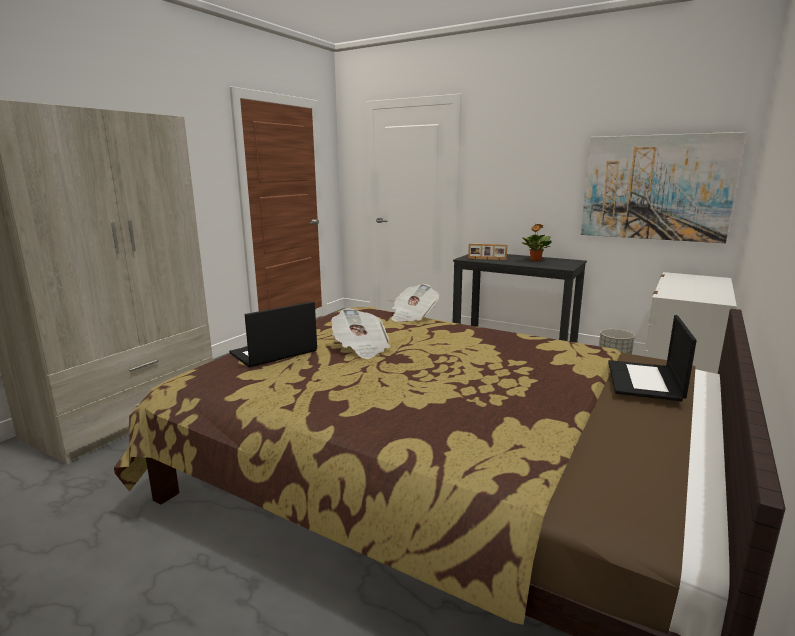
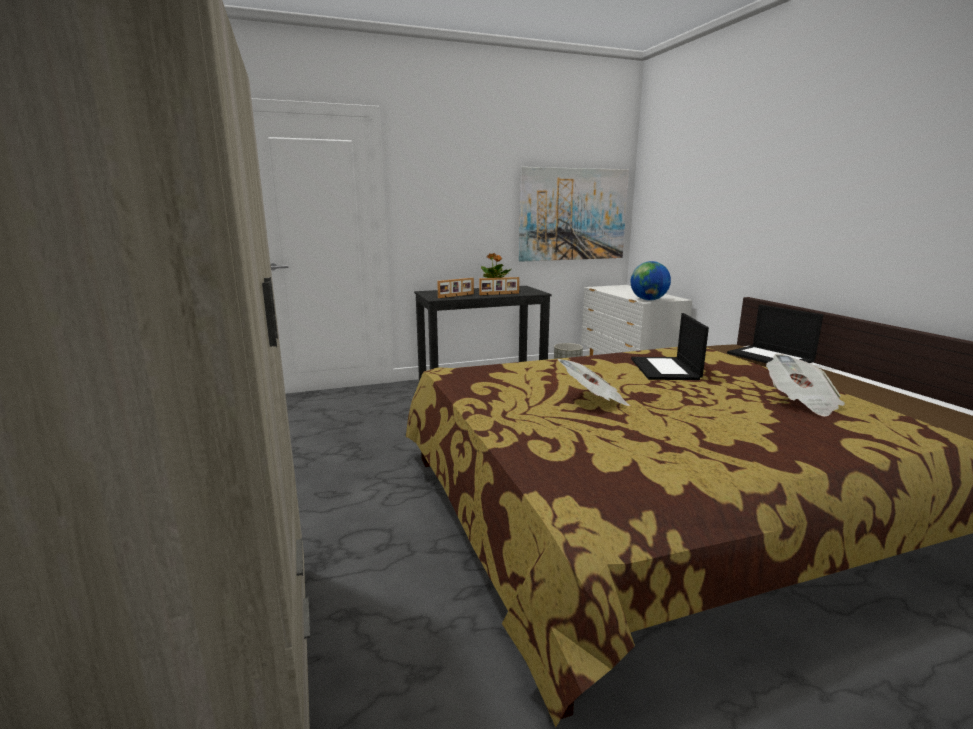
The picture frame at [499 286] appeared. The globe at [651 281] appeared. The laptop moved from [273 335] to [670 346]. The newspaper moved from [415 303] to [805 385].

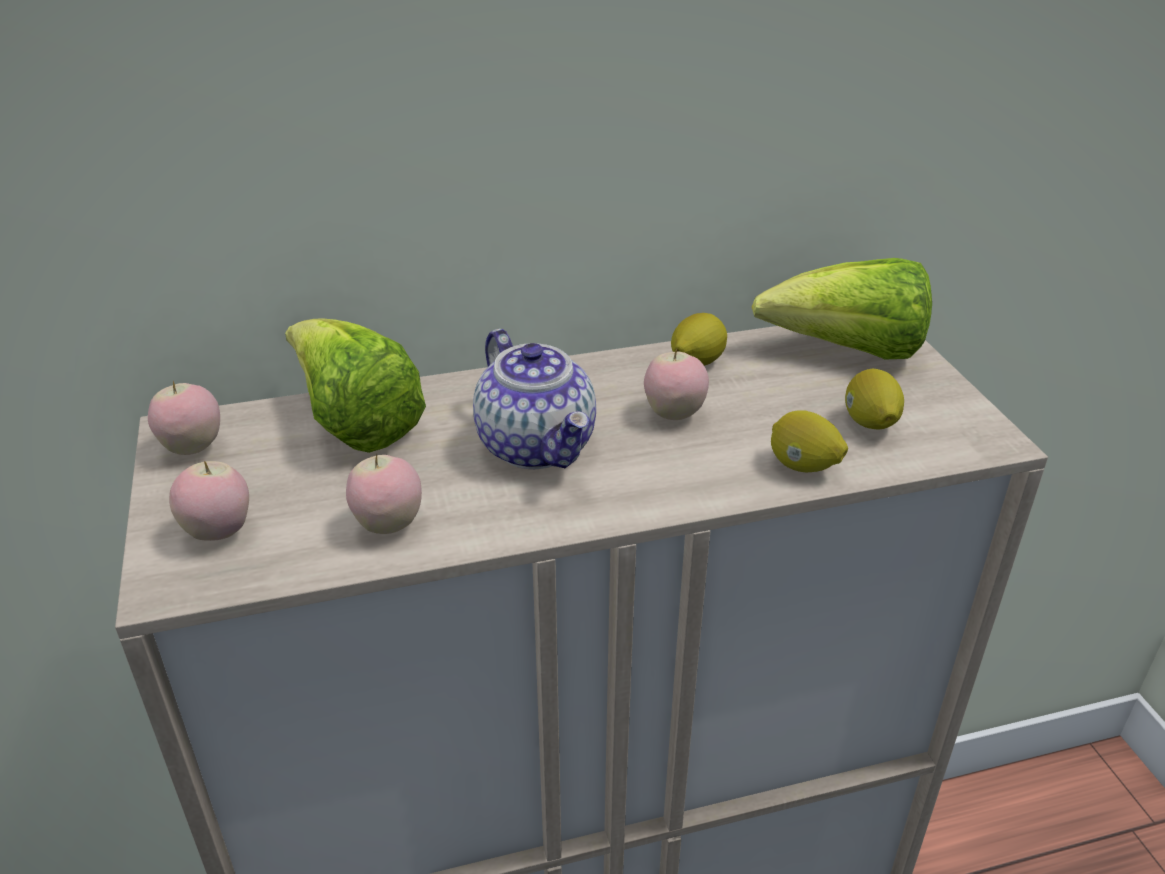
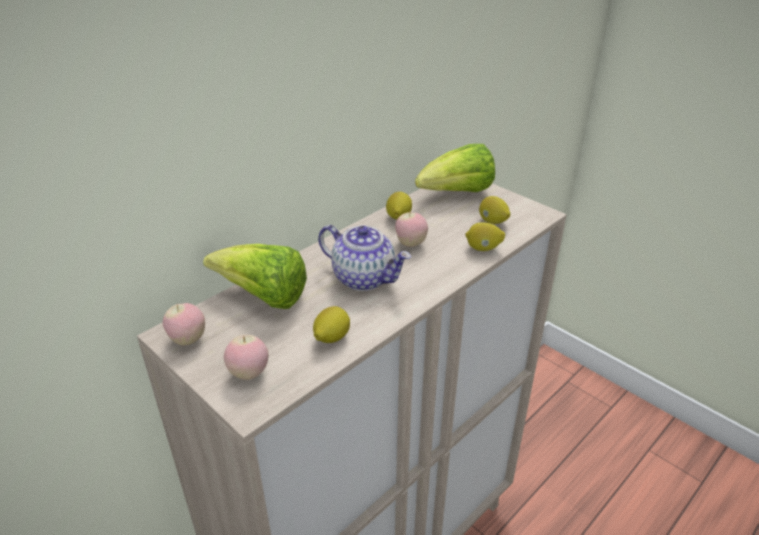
The apple at [384 494] was replaced by the lemon at [331 324].

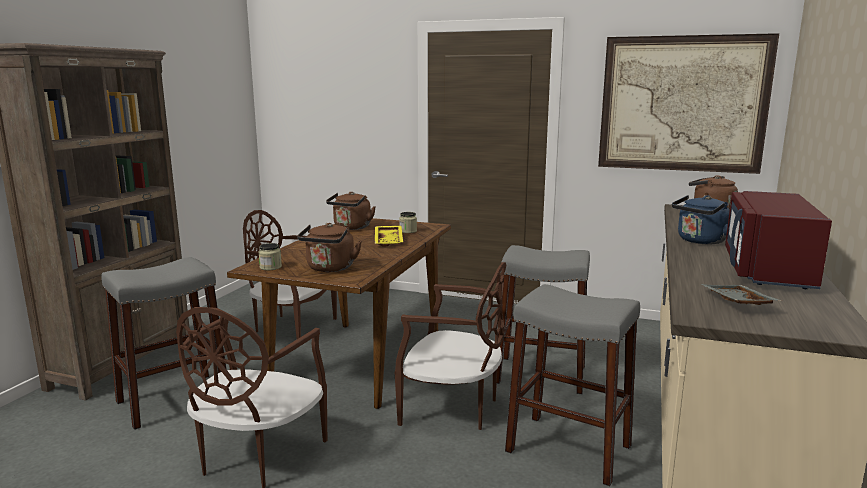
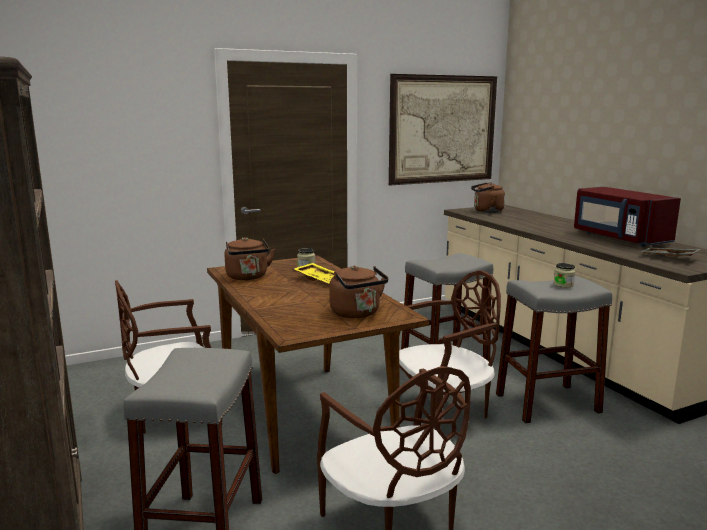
The kettle in blue at [701 219] disappeared. The jar moved from [270 256] to [564 275].

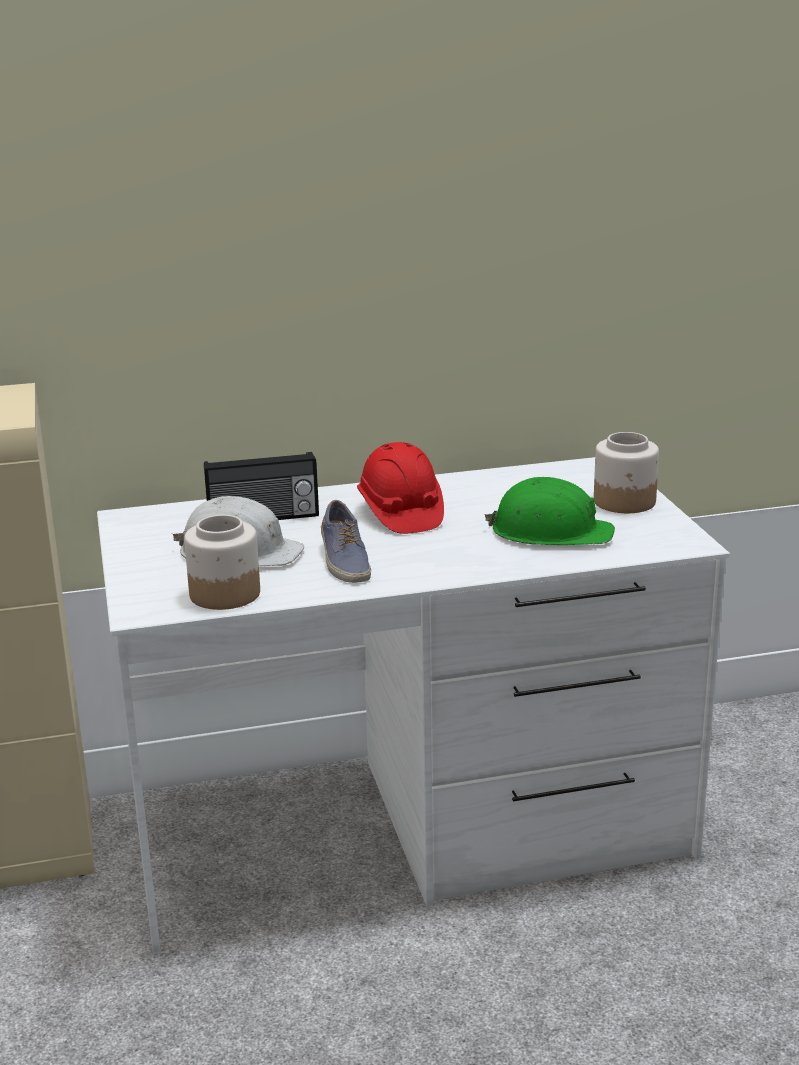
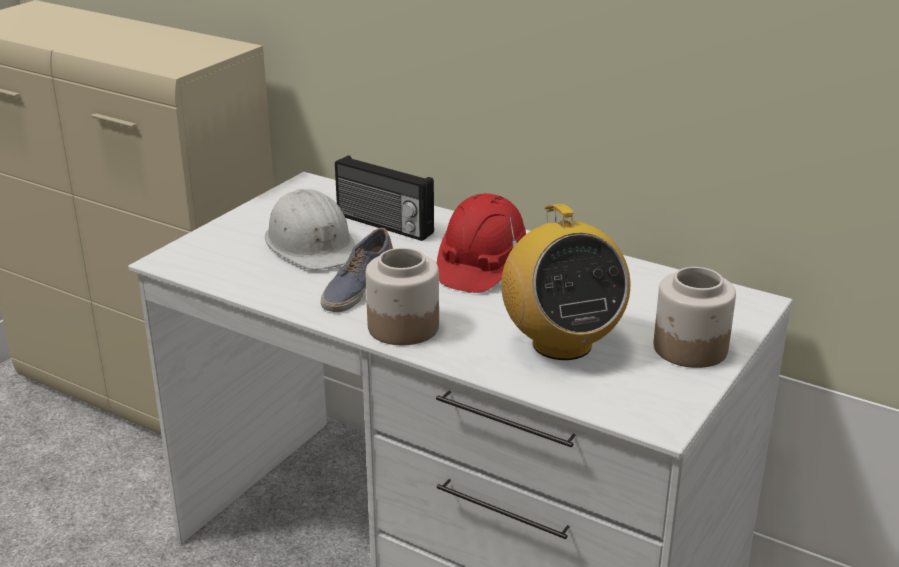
The jar moved from [222 562] to [402 296]. The hard hat in green at [549 511] was replaced by the radio at [565 282].

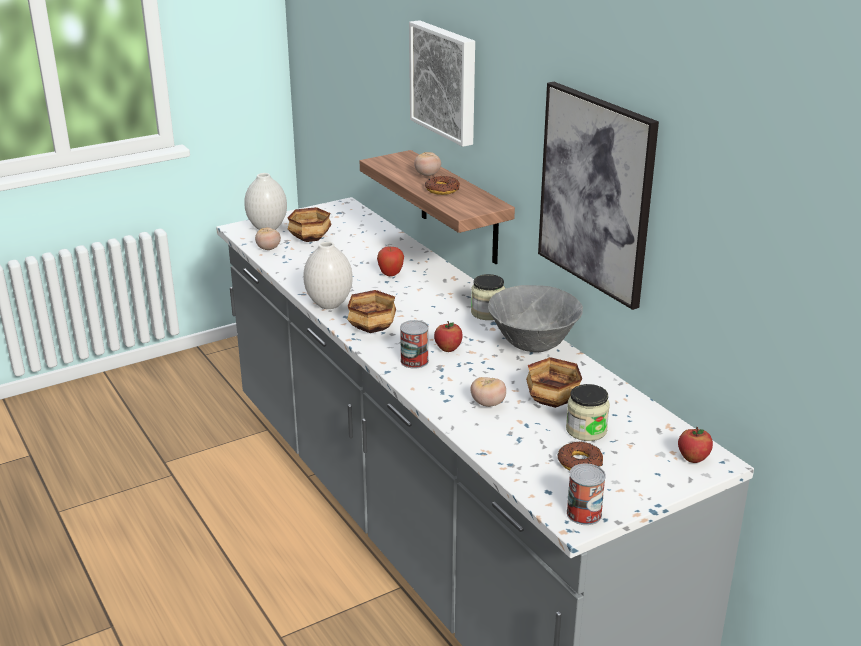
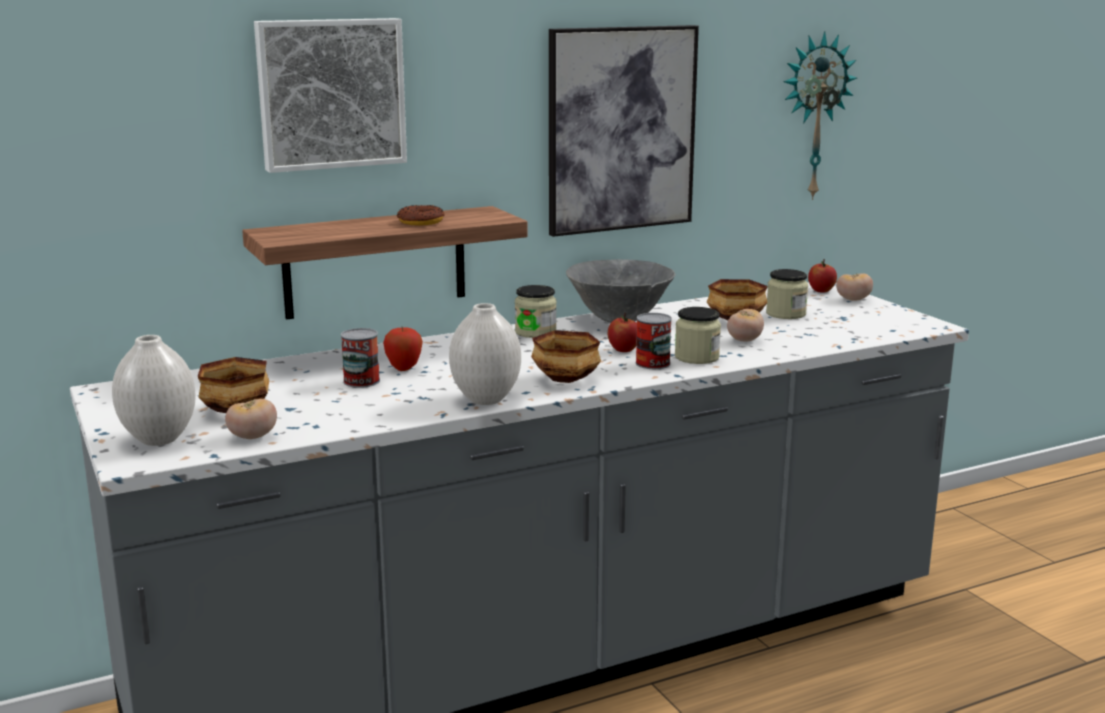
The donut at [580 455] disappeared. The jar at [698 335] appeared. The wall clock at [820 115] appeared. The tomato moved from [427 164] to [854 287]. The can moved from [586 494] to [360 358].

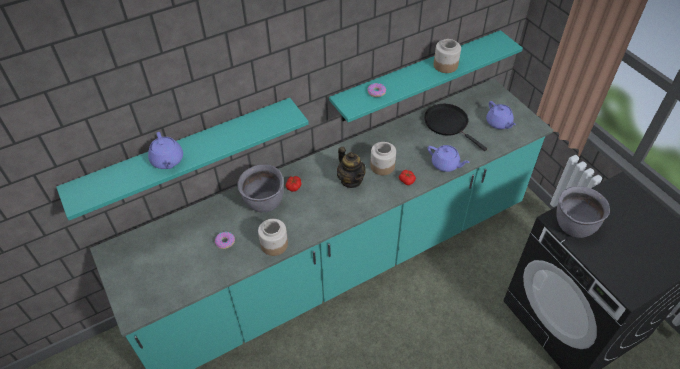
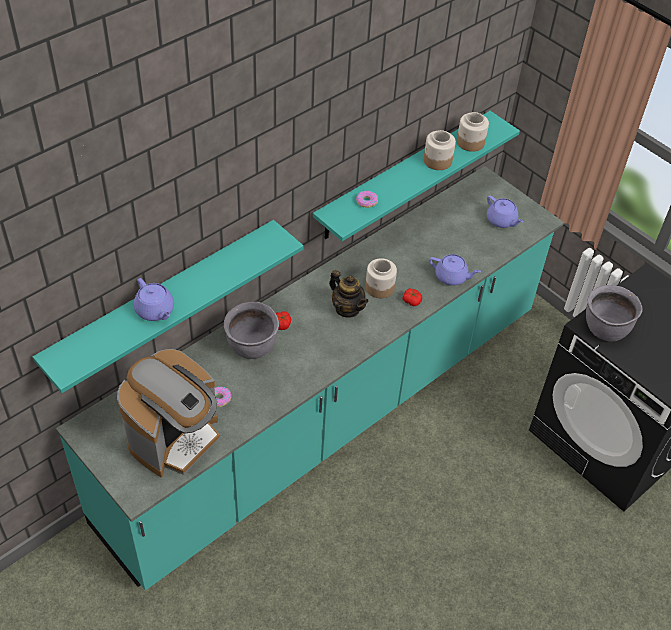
The frying pan in black at [455 127] disappeared. The coffee machine at [168 413] appeared. The jar moved from [273 237] to [473 132].

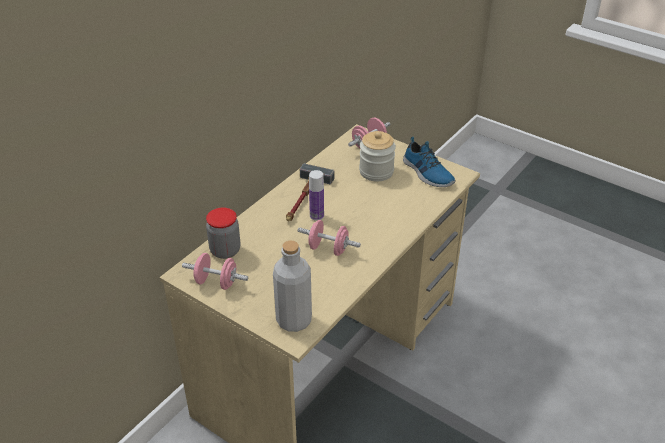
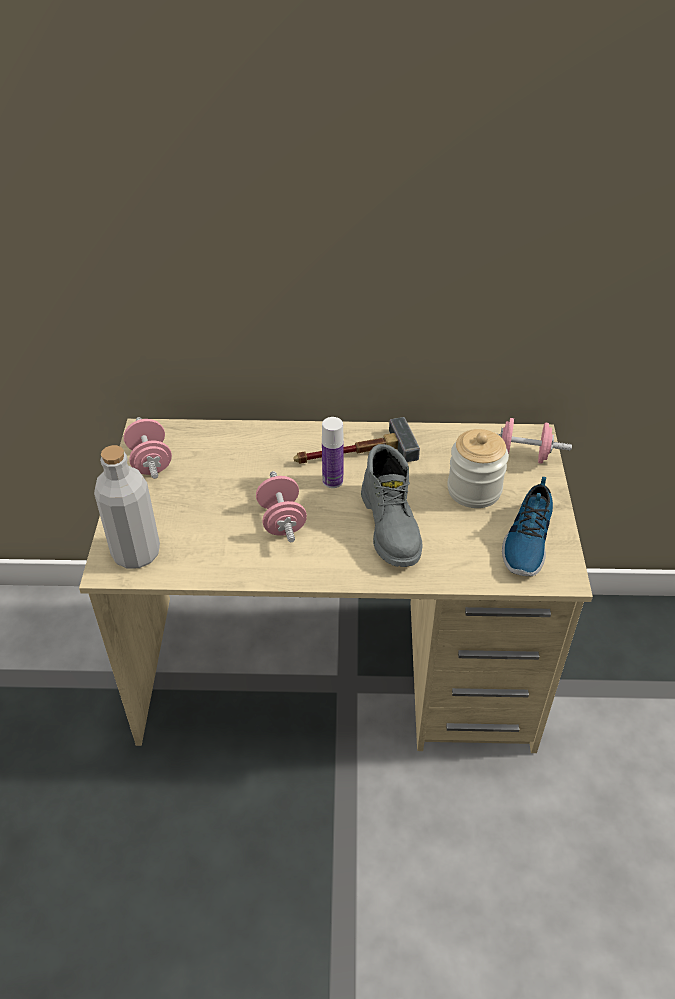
The jar at [223 233] disappeared. The boot in grey at [392 505] appeared.

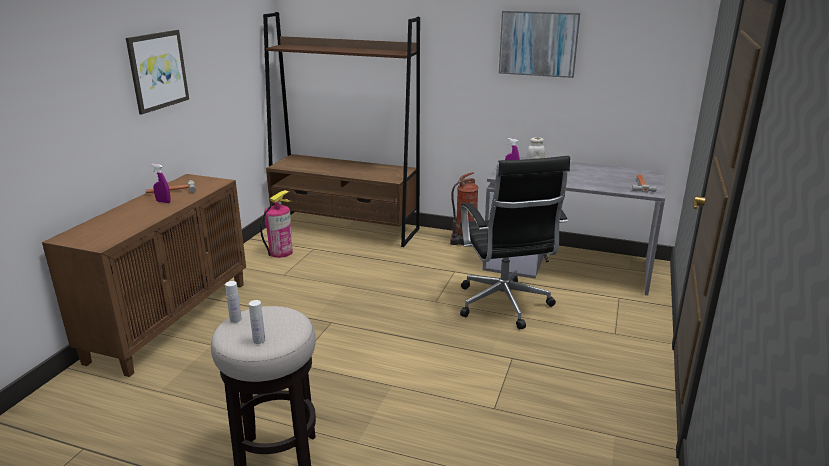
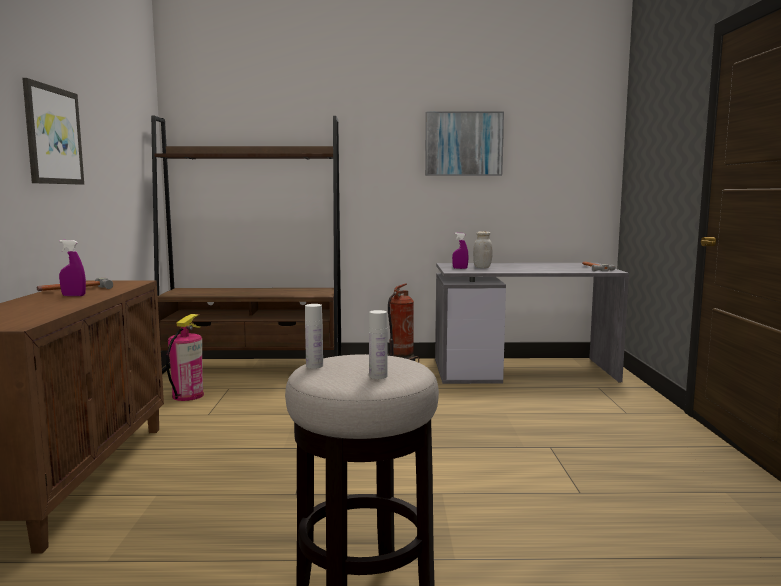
The office chair in black at [515 243] disappeared.

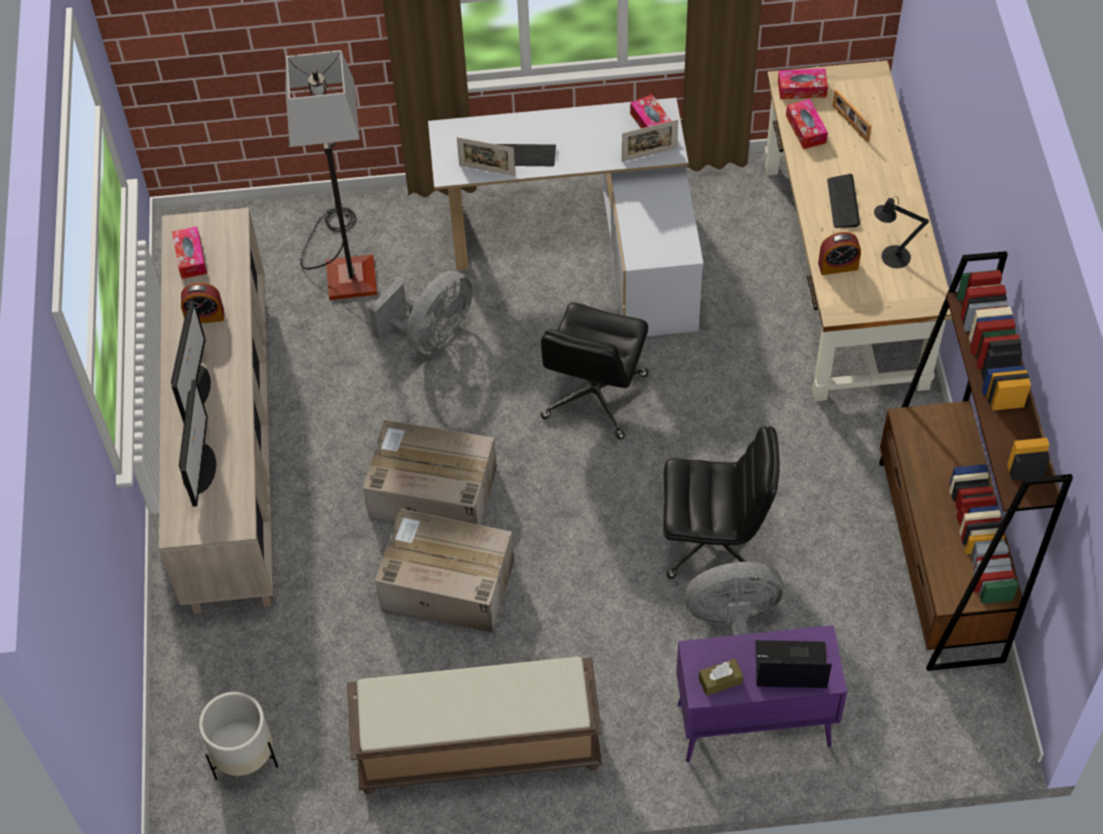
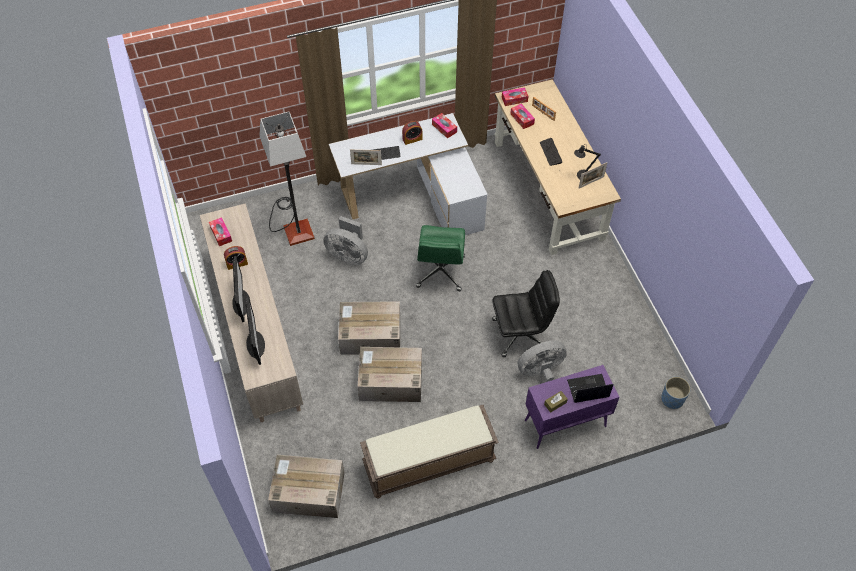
The bookcase in brown at [976 461] disappeared. The planter in blue at [676 393] appeared. The picture frame moved from [650 141] to [593 175]. The alarm clock moved from [839 253] to [412 133]. The planter in white at [238 736] was replaced by the cardboard box at [306 486]. The office chair in black at [594 371] became the office chair in green at [440 258]. The fan in grey at [420 313] turned 90 degrees clockwise.

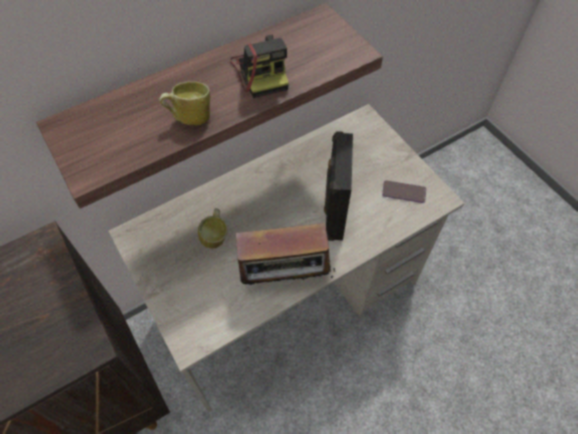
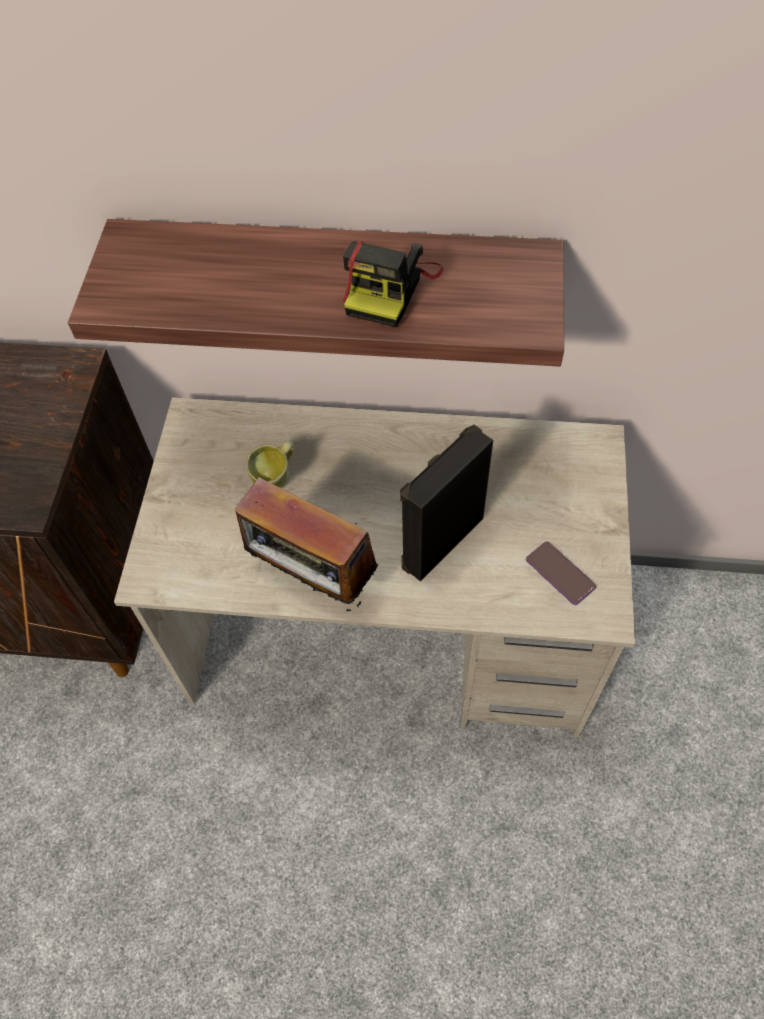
The mug at [184 103] disappeared.

